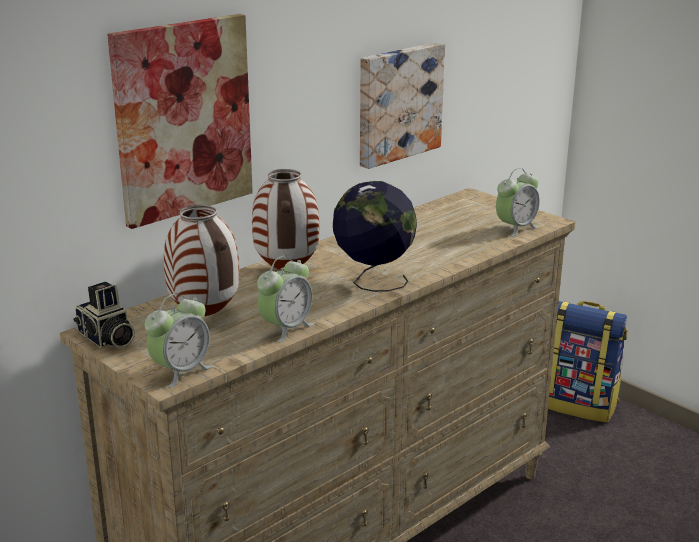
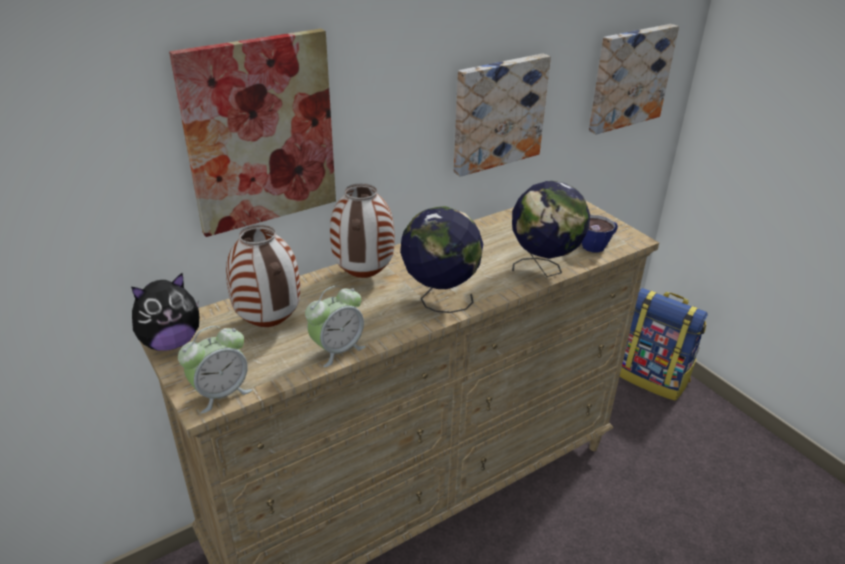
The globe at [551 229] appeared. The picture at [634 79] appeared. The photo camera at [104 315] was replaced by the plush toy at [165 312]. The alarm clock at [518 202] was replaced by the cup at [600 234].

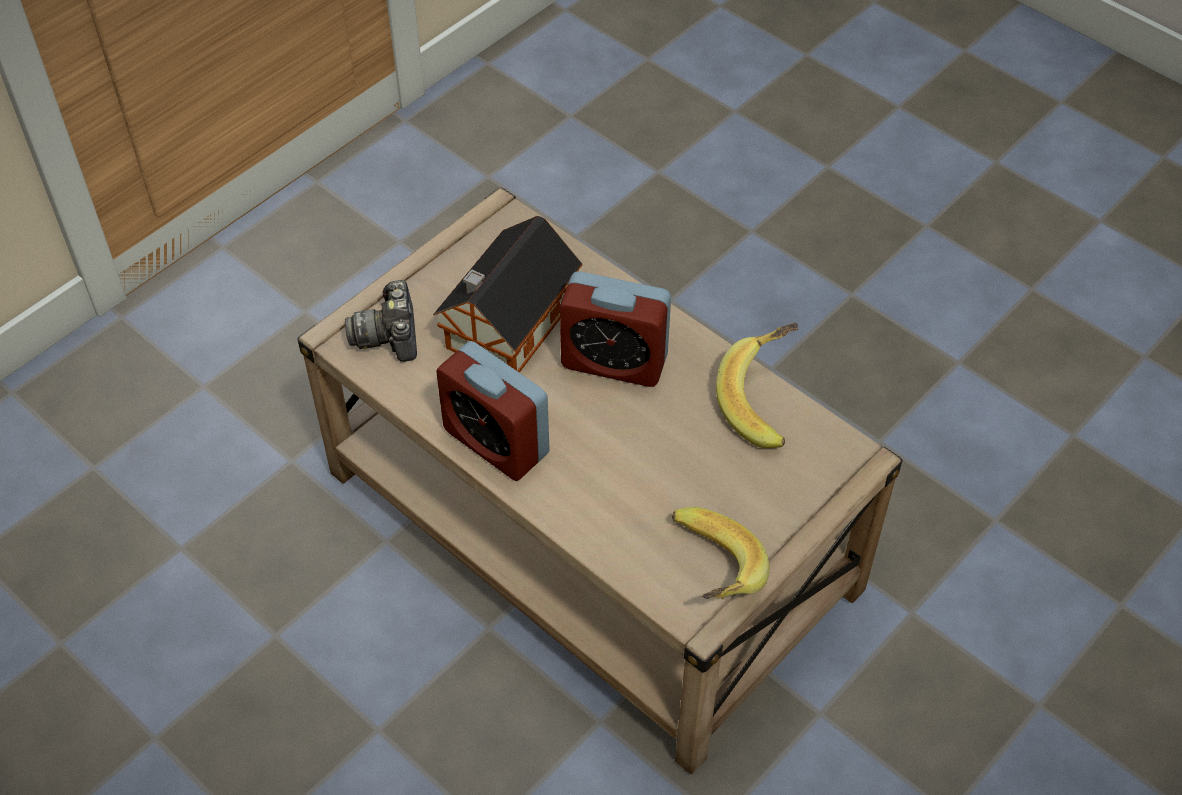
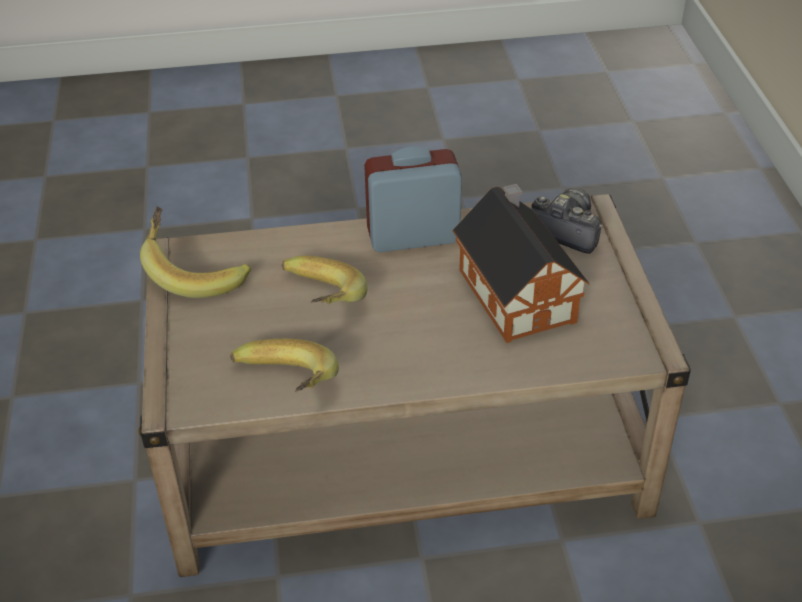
The alarm clock at [615 329] disappeared. The banana at [325 279] appeared.

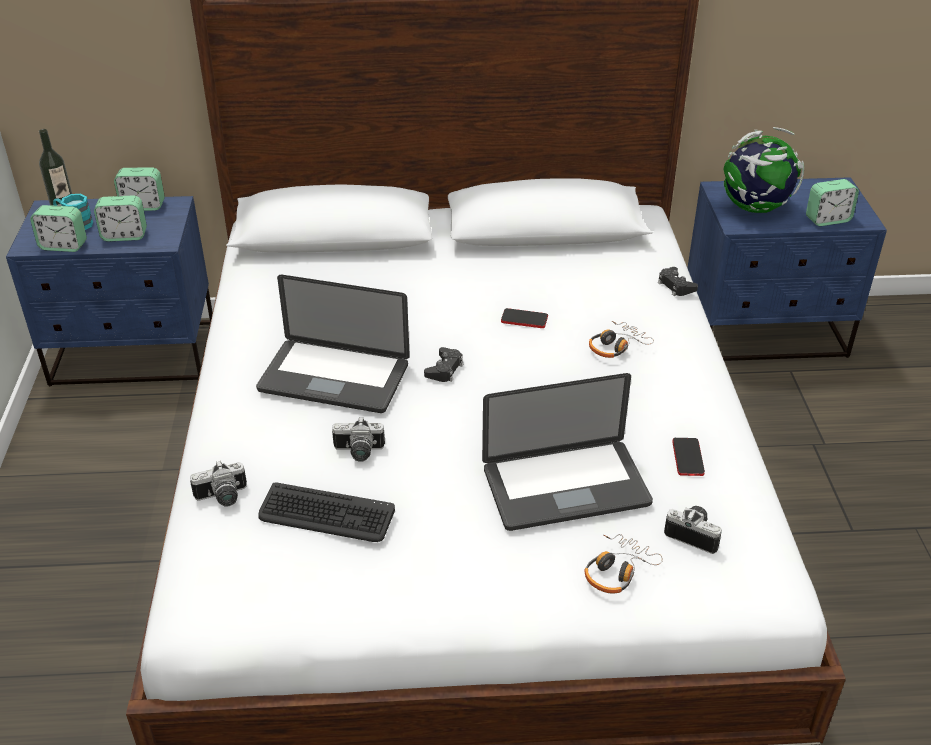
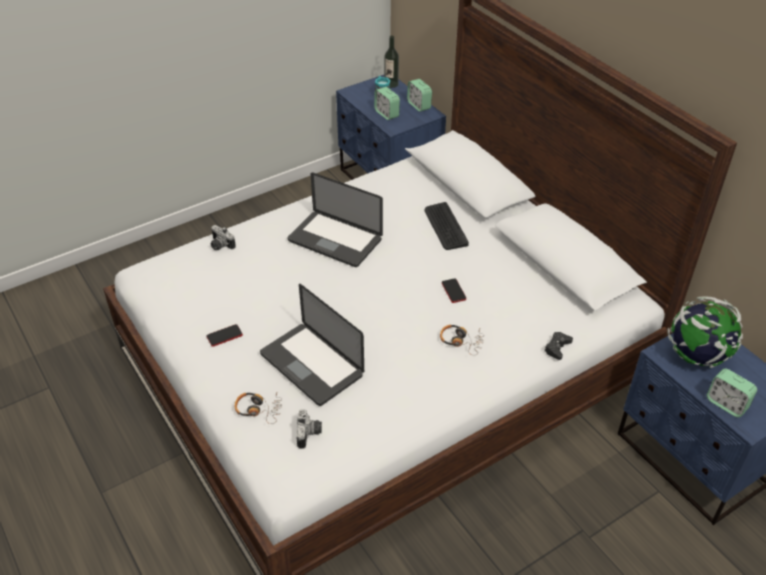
The alarm clock at [58 228] disappeared. The photo camera at [358 439] disappeared. The game controller in black at [443 364] disappeared. The keyboard moved from [327 512] to [446 226]. The phone moved from [688 457] to [225 335]. The laptop at [333 344] turned 45 degrees counterclockwise.

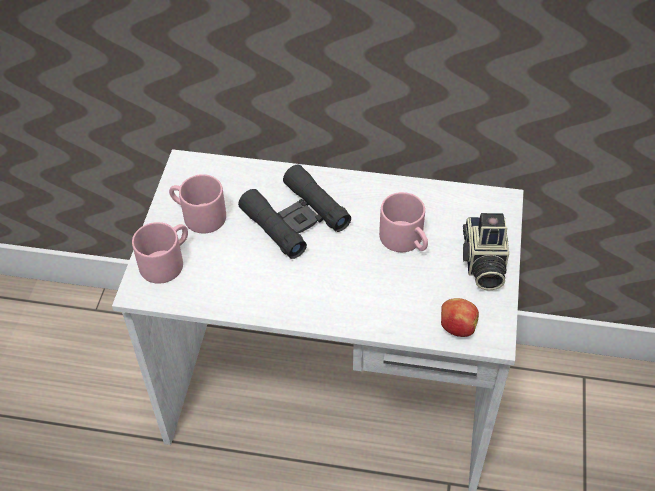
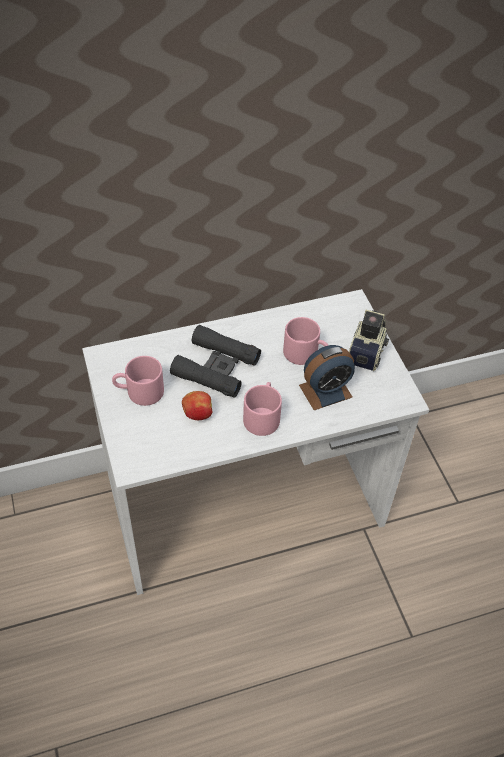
The alarm clock at [327 377] appeared. The mug in pink moved from [160 253] to [262 409]. The apple moved from [460 317] to [197 405]. The photo camera at [486 251] turned 135 degrees counterclockwise.

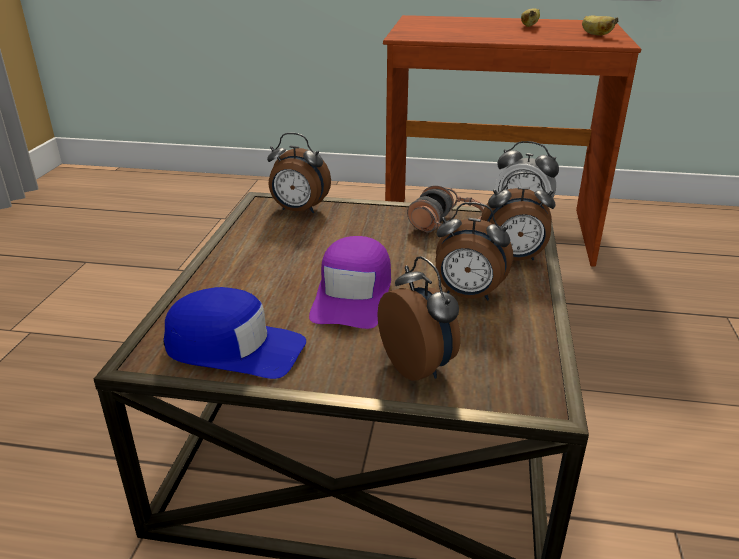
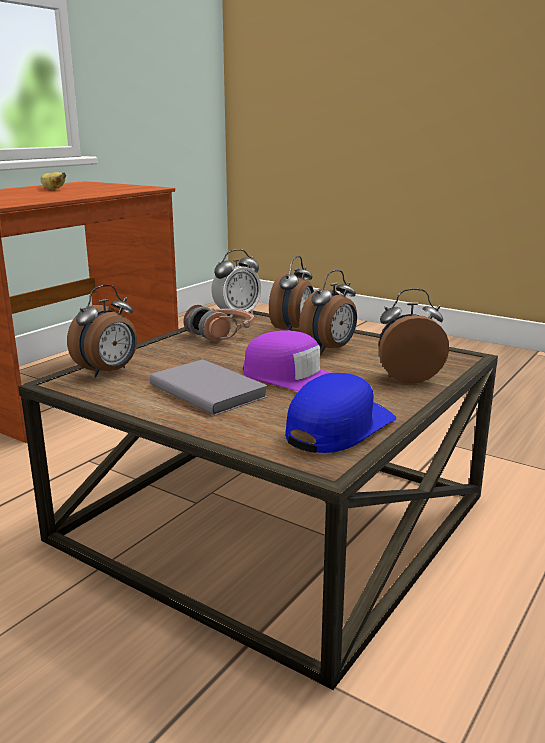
The banana at [600 25] disappeared. The book in grey at [208 387] appeared.

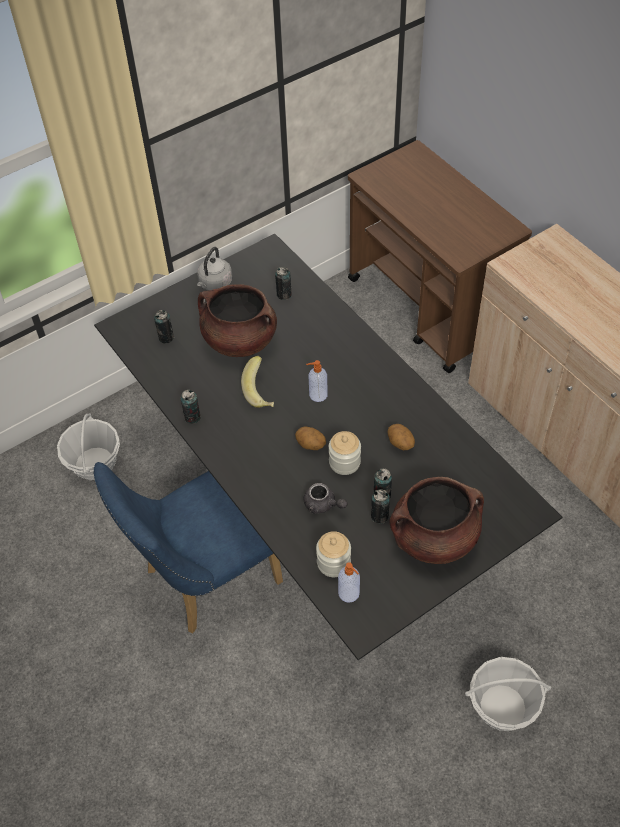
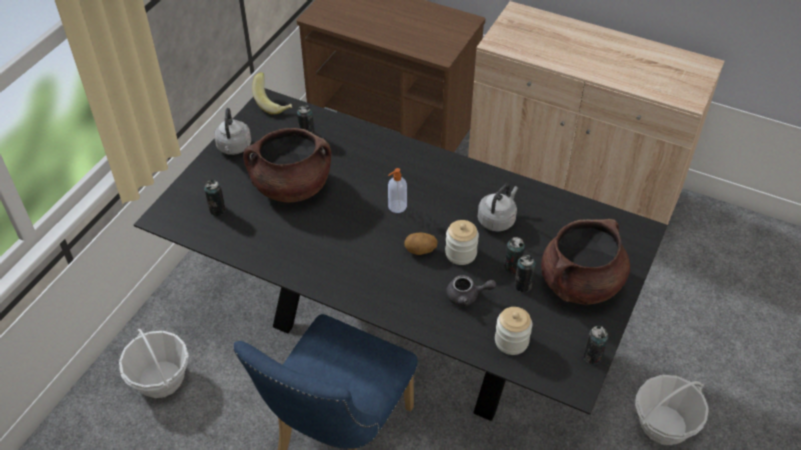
The soap dispenser at [349 582] disappeared. The can moved from [190 407] to [595 345]. The banana moved from [257 382] to [272 93]. The potato at [401 437] was replaced by the kettle in grey at [497 207].

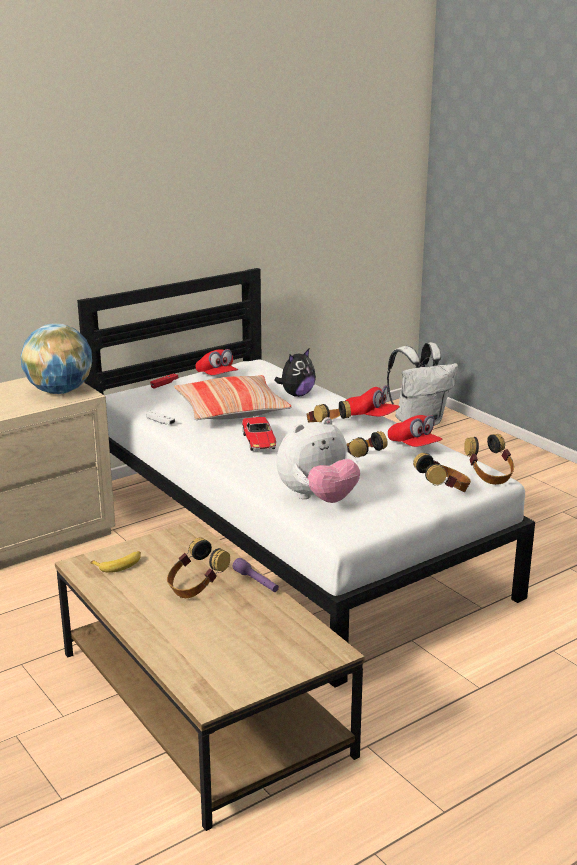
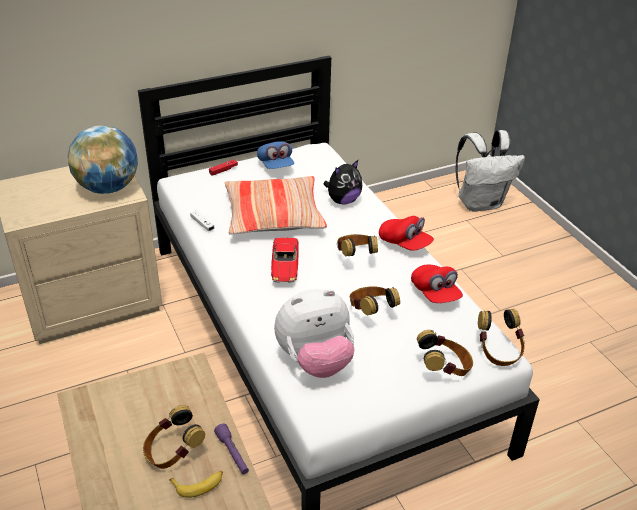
The banana moved from [115 562] to [196 484]. The cap in red at [216 362] became the cap in blue at [275 155].

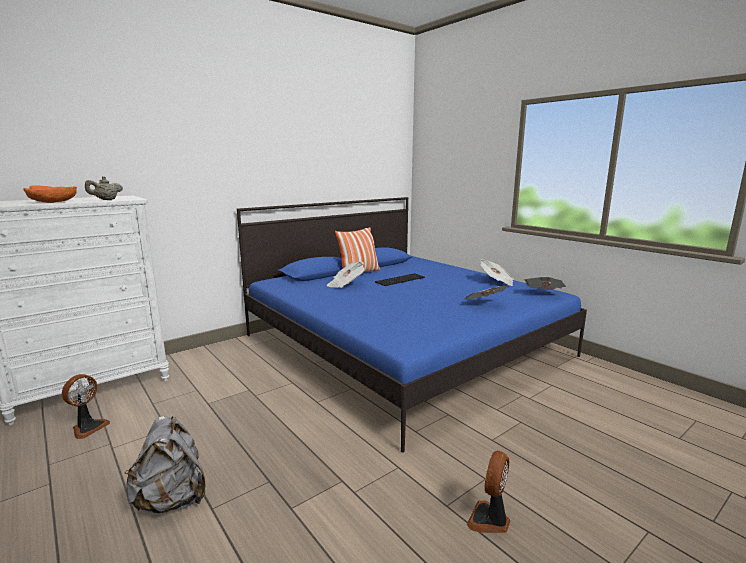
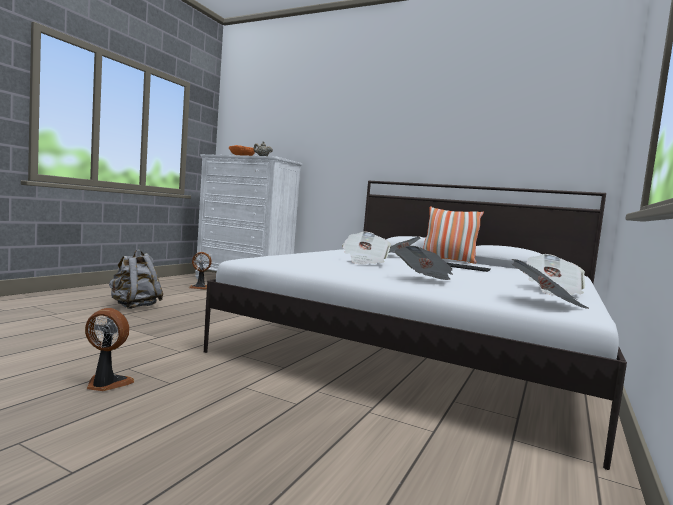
The newspaper at [366 248] appeared. The bed in blue at [412 325] became the bed in white at [415 325].

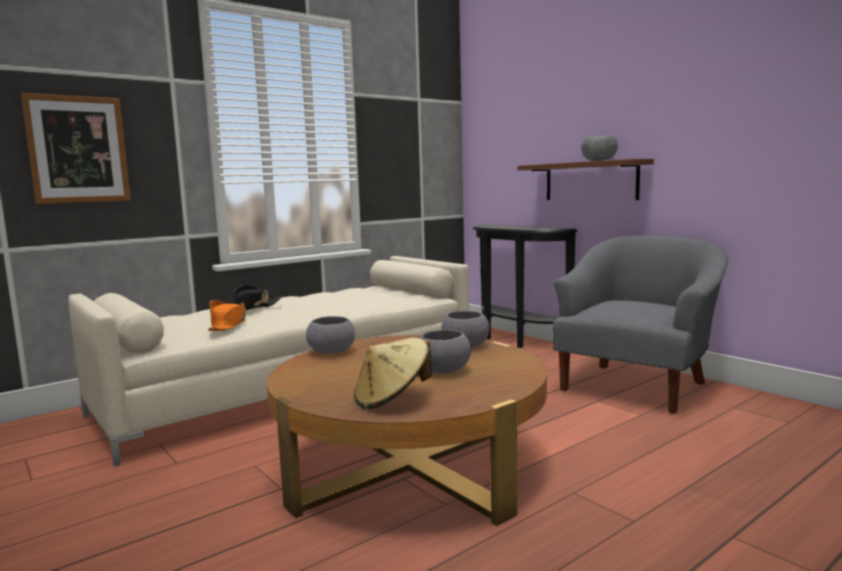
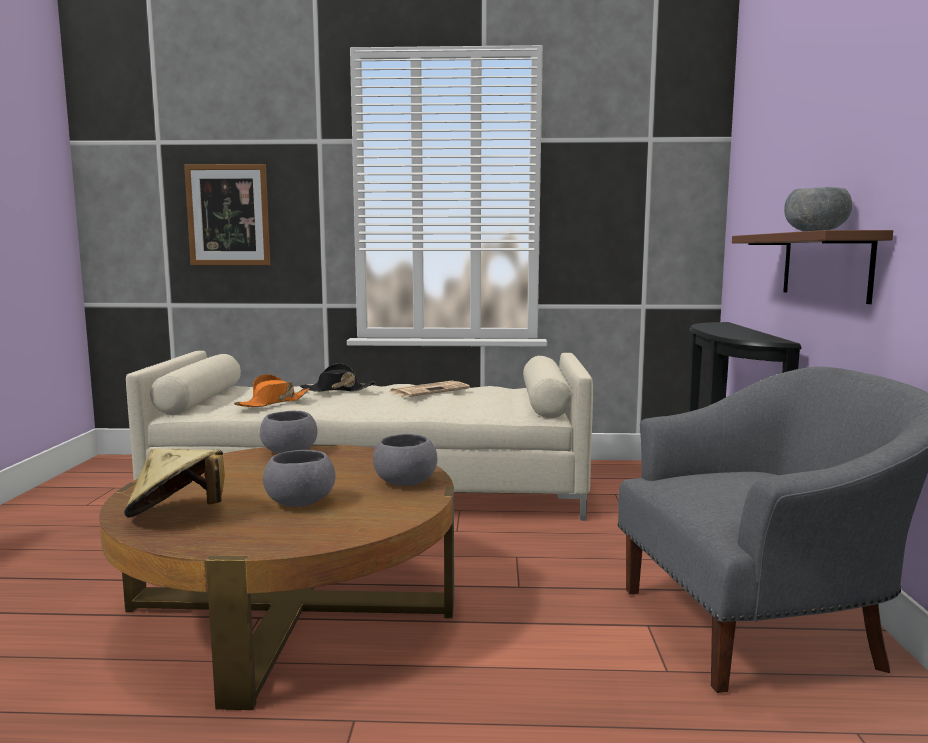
The newspaper at [430 389] appeared.

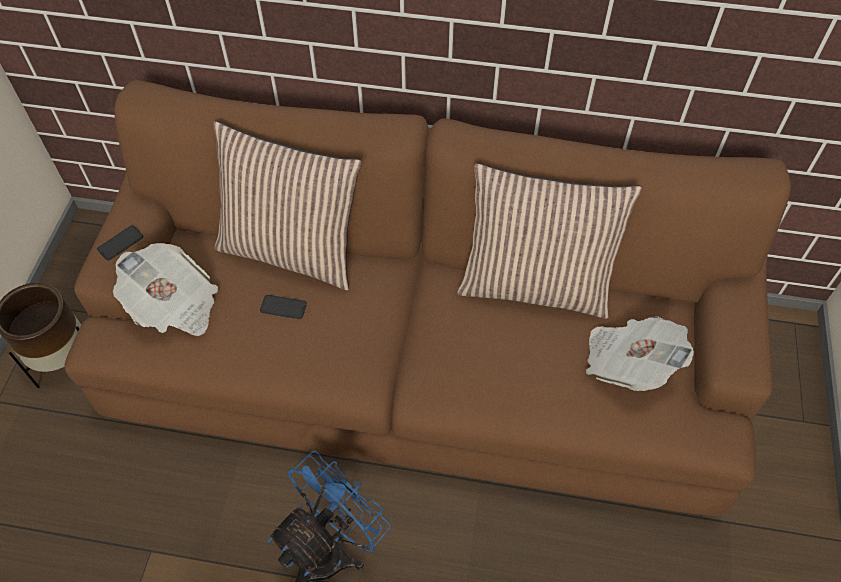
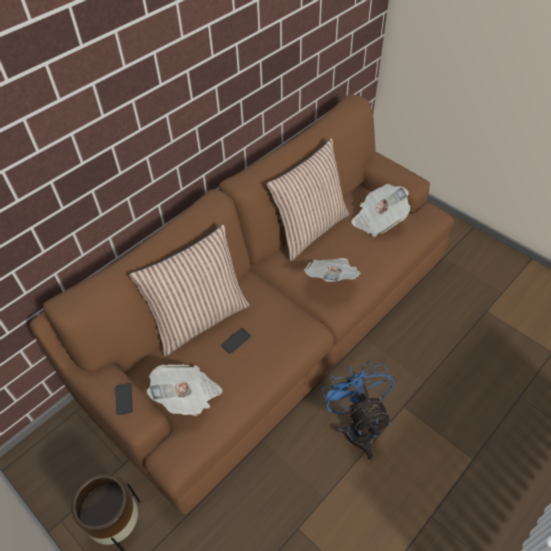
The newspaper at [332 270] appeared.

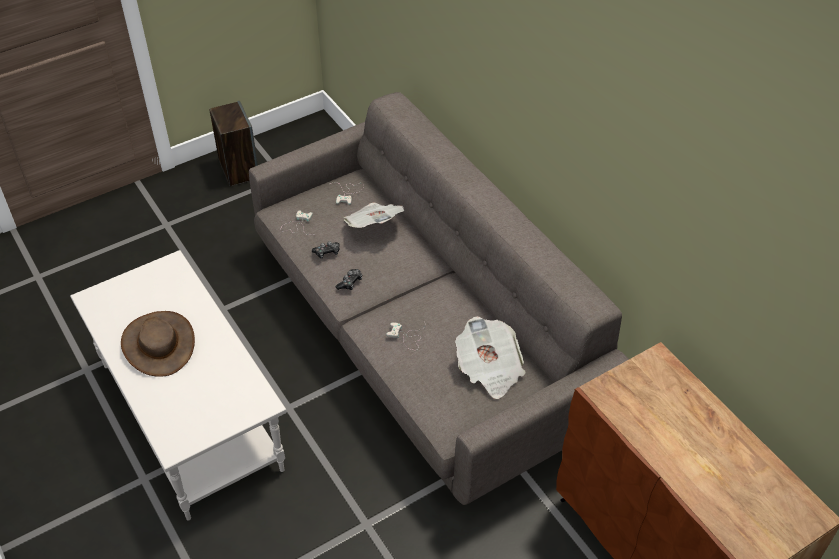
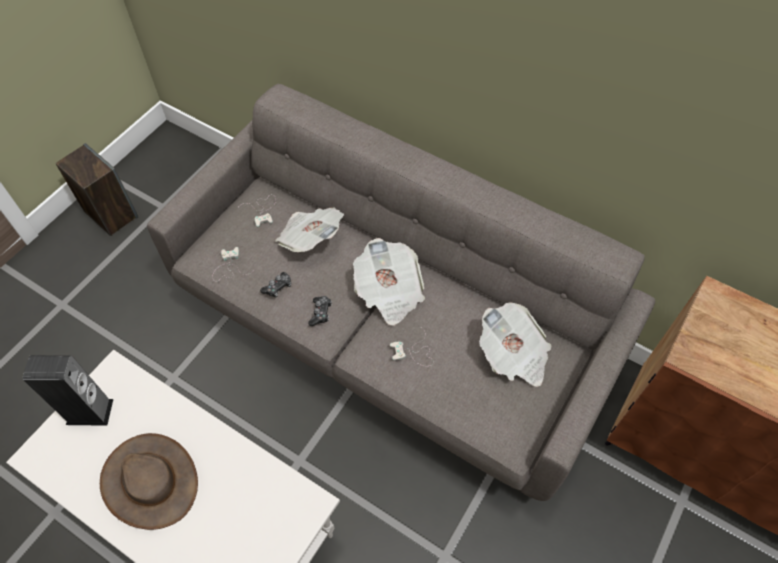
The speaker at [68 390] appeared. The newspaper at [389 282] appeared.

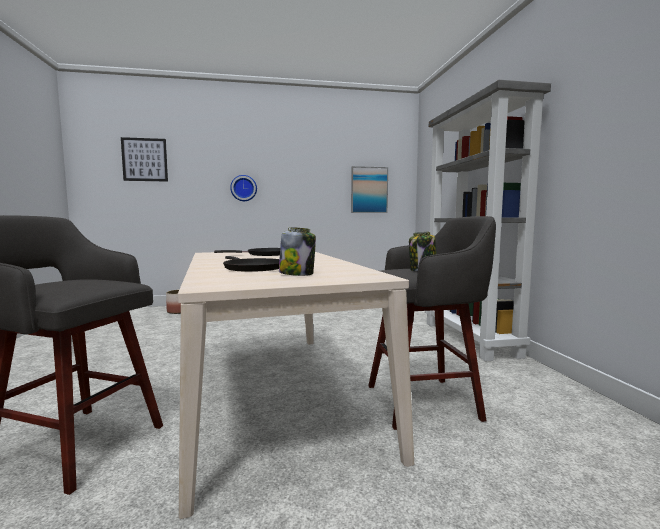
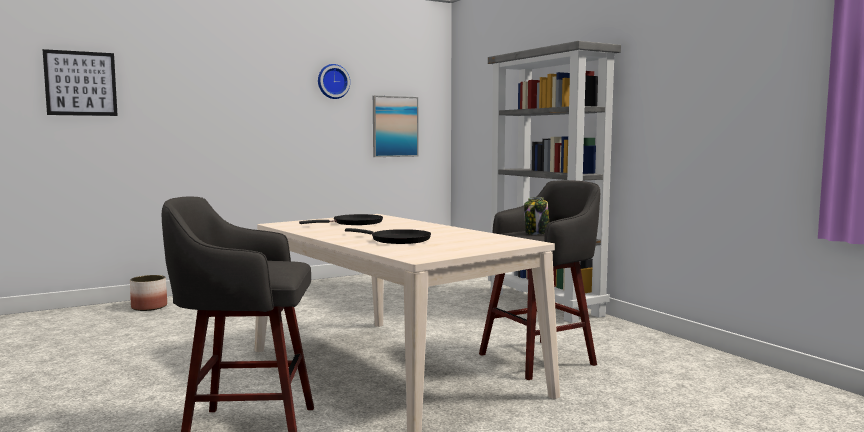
The jar at [297 251] disappeared. The wall clock moved from [243 188] to [334 81].

